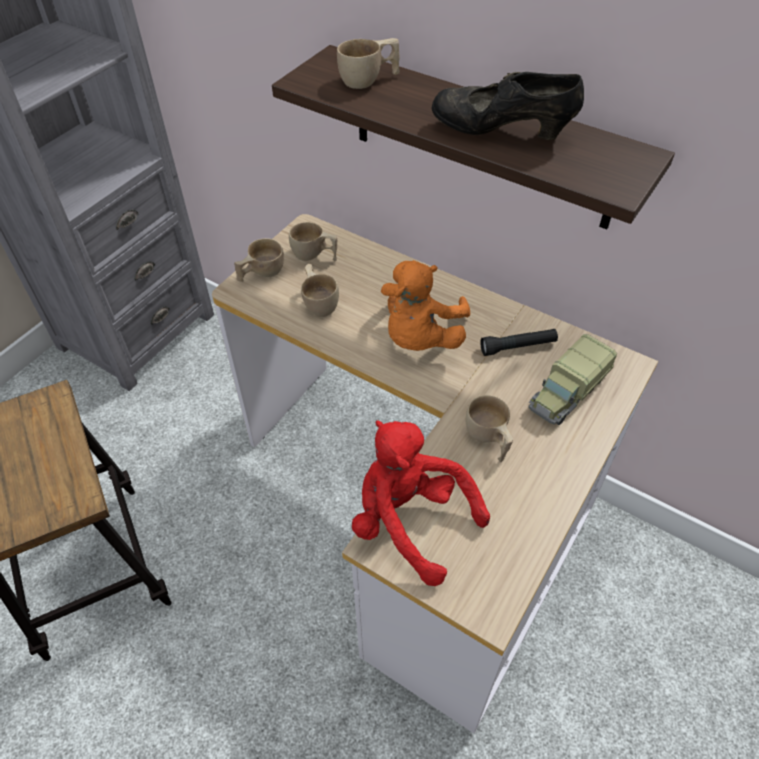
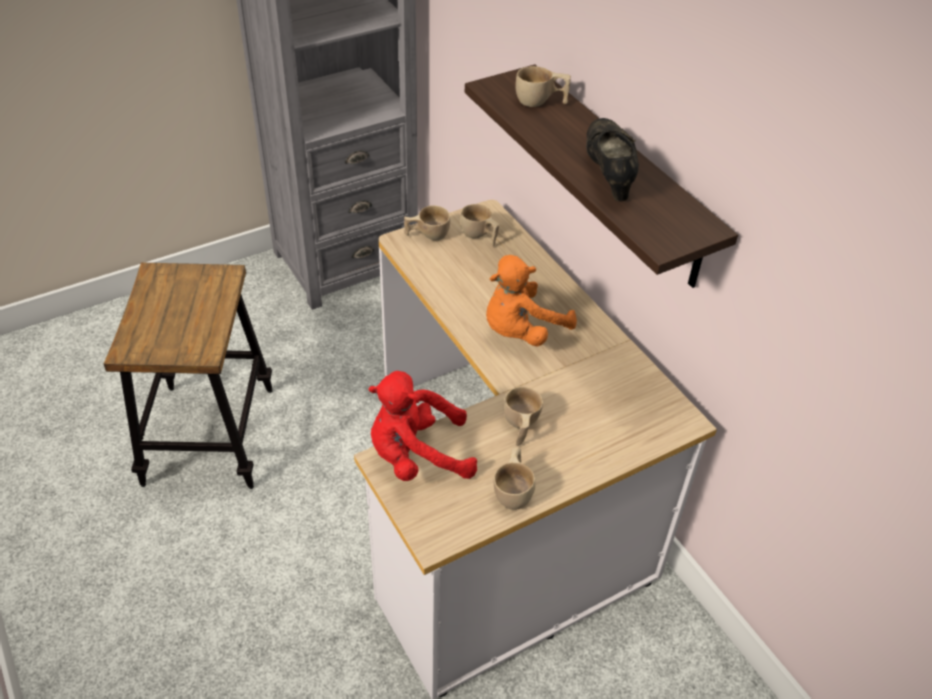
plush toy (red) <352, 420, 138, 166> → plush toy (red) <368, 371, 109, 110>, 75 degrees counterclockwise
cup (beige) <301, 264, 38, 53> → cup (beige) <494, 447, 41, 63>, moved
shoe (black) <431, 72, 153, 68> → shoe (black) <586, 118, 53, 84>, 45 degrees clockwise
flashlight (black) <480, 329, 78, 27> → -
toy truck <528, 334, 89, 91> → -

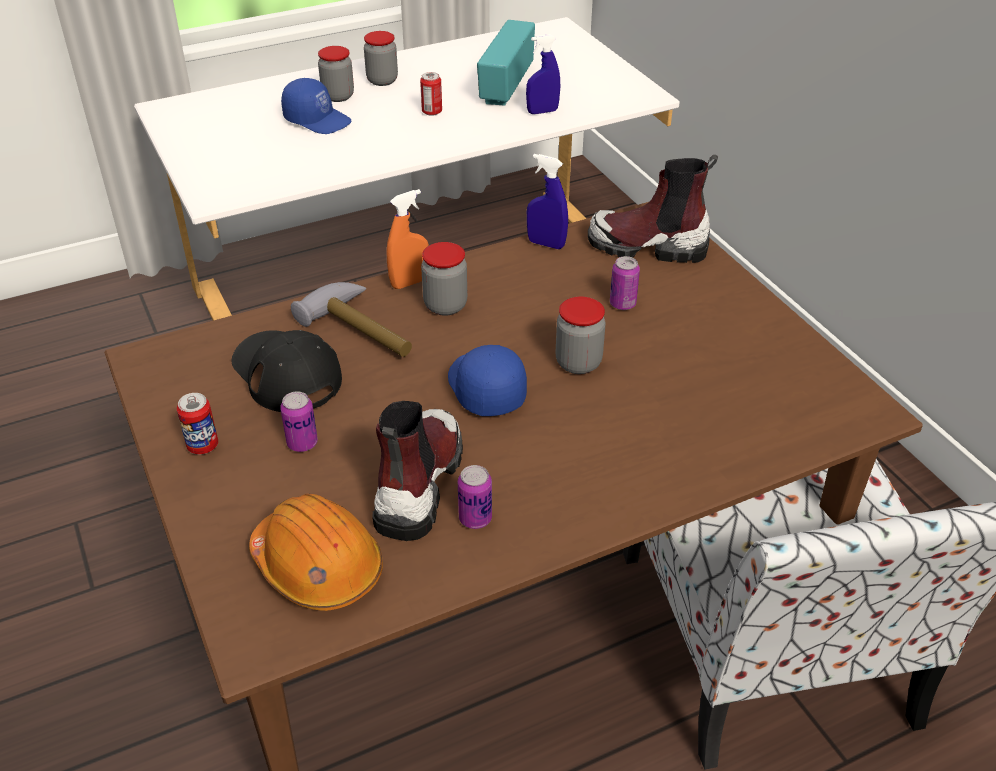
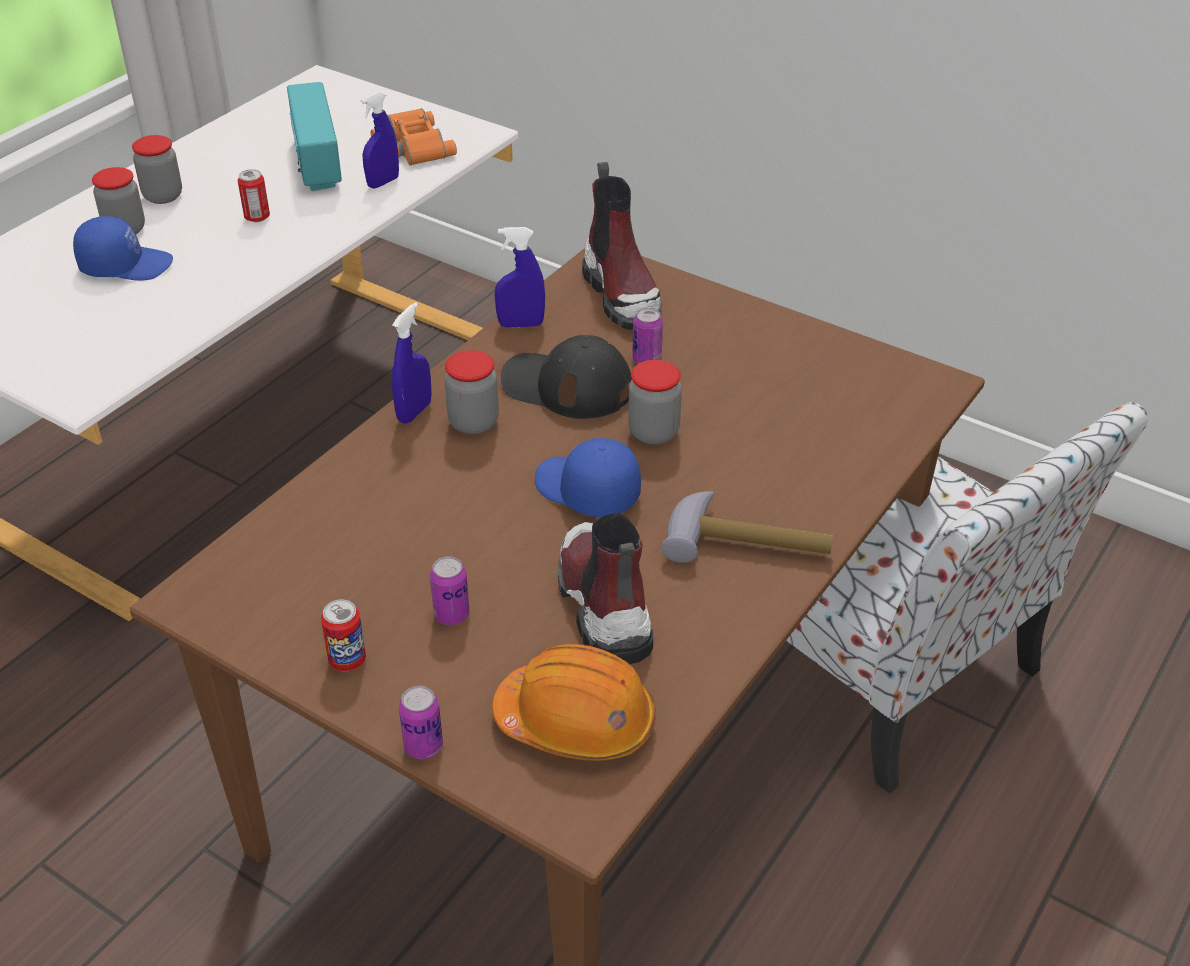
- → binoculars (orange) <371, 108, 86, 58>
spray bottle (orange) <387, 189, 42, 100> → spray bottle (blue) <392, 302, 40, 122>
can <458, 465, 34, 64> → can <399, 686, 44, 73>, moved
cap (black) <232, 330, 110, 82> → cap (black) <501, 335, 131, 84>, moved
boot <588, 155, 130, 108> → boot <582, 161, 80, 169>, 90 degrees counterclockwise
hammer <291, 282, 121, 75> → hammer <661, 491, 172, 72>, moved

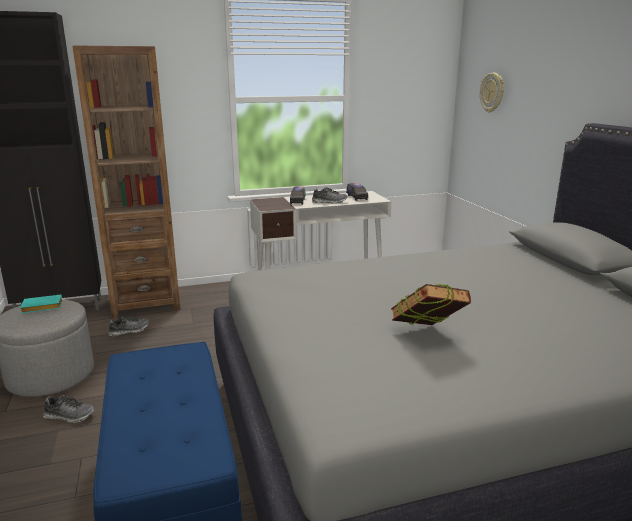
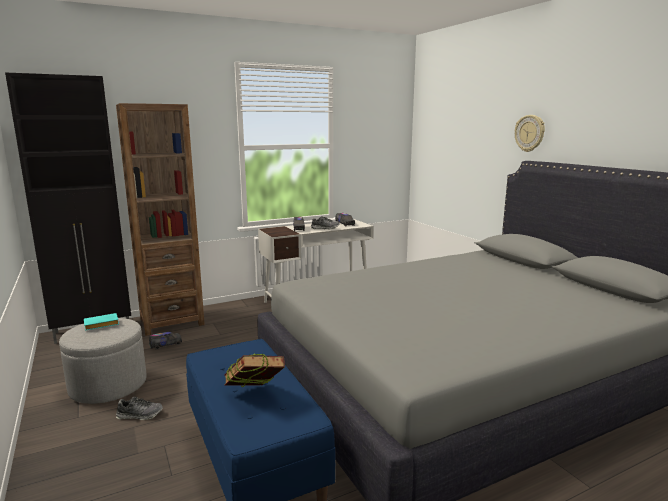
shoe <108, 316, 41, 20> → toy truck <149, 331, 33, 19>
book <391, 284, 80, 41> → book <224, 354, 61, 33>, moved
wall clock <480, 73, 24, 40> → wall clock <515, 115, 30, 37>, moved

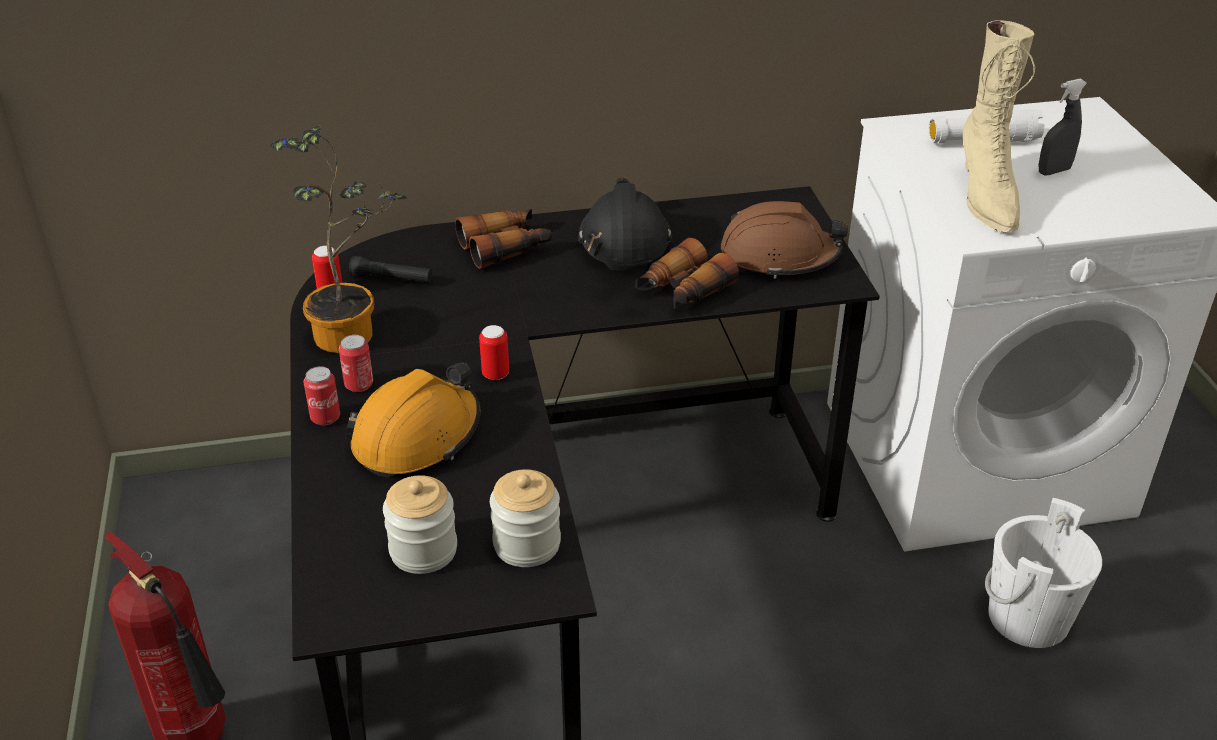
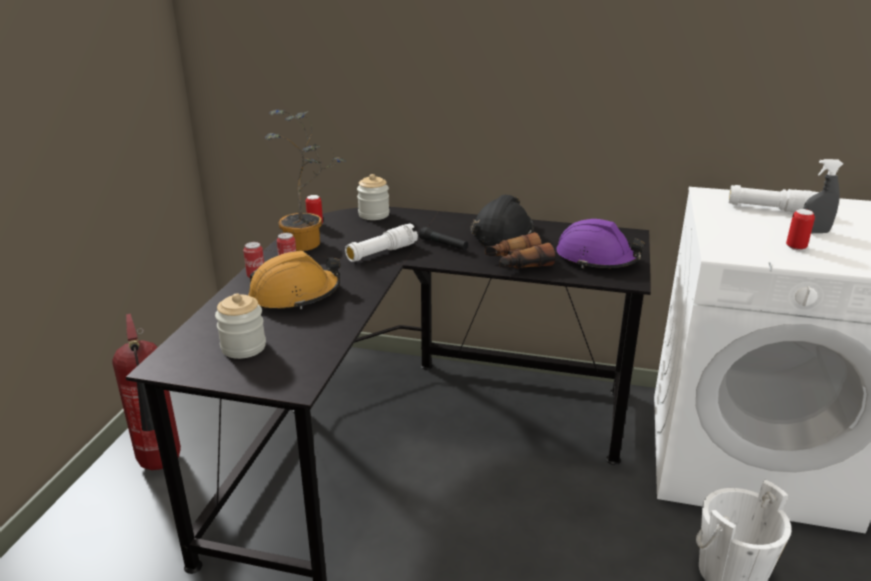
- → flashlight (white) <345, 224, 73, 38>
jar <490, 469, 71, 98> → jar <357, 174, 33, 46>, moved
flashlight (black) <349, 256, 84, 27> → flashlight (black) <419, 227, 49, 24>, moved
hard hat (brown) <721, 201, 127, 78> → hard hat (purple) <556, 219, 89, 49>
can <479, 325, 30, 55> → can <786, 209, 29, 41>, moved
binoculars <455, 209, 97, 60> → -
boot (beige) <963, 20, 72, 212> → -

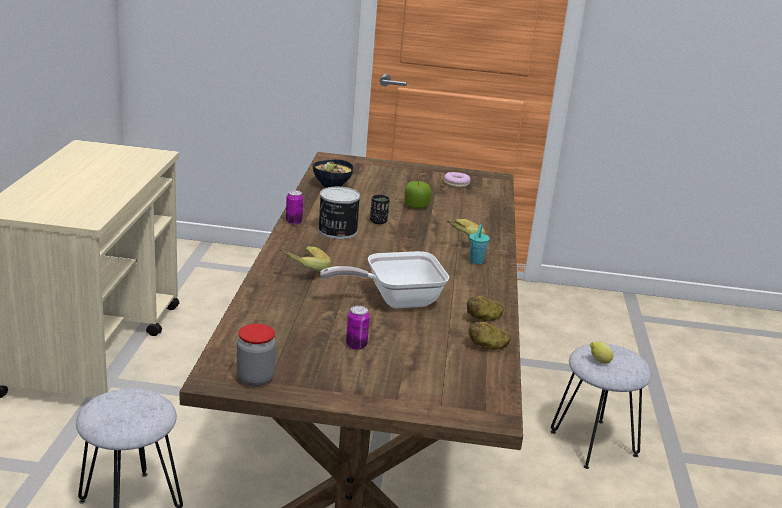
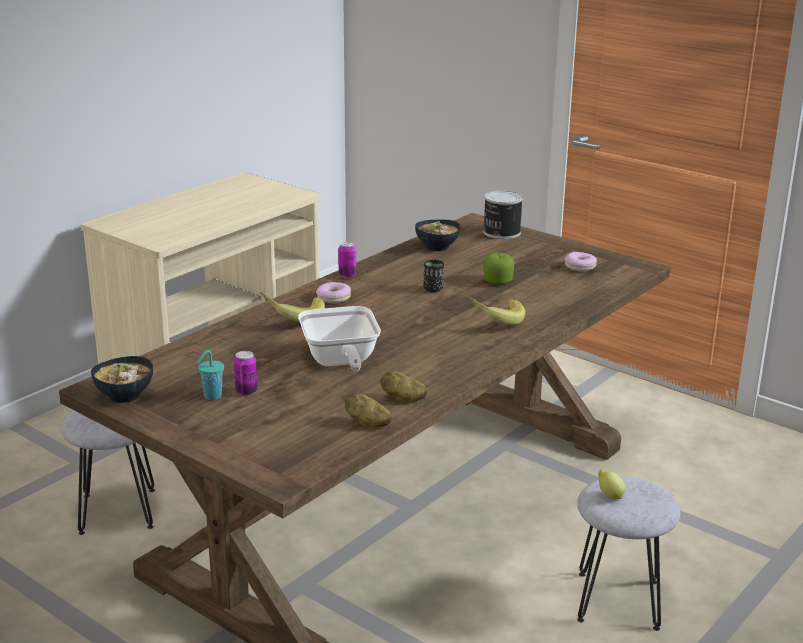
jar <237, 324, 39, 63> → bowl <91, 356, 62, 47>
cup (turquoise) <469, 224, 21, 40> → cup (turquoise) <197, 350, 27, 50>, moved
frying pan <320, 251, 129, 57> → frying pan <298, 306, 83, 65>, 120 degrees counterclockwise
- → donut <316, 282, 35, 21>
can <318, 187, 42, 52> → can <483, 190, 40, 49>, moved

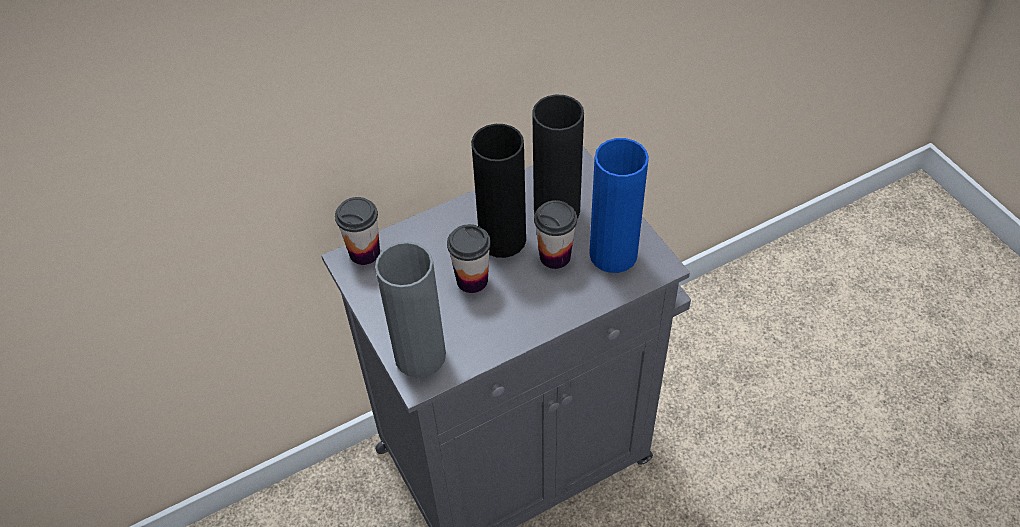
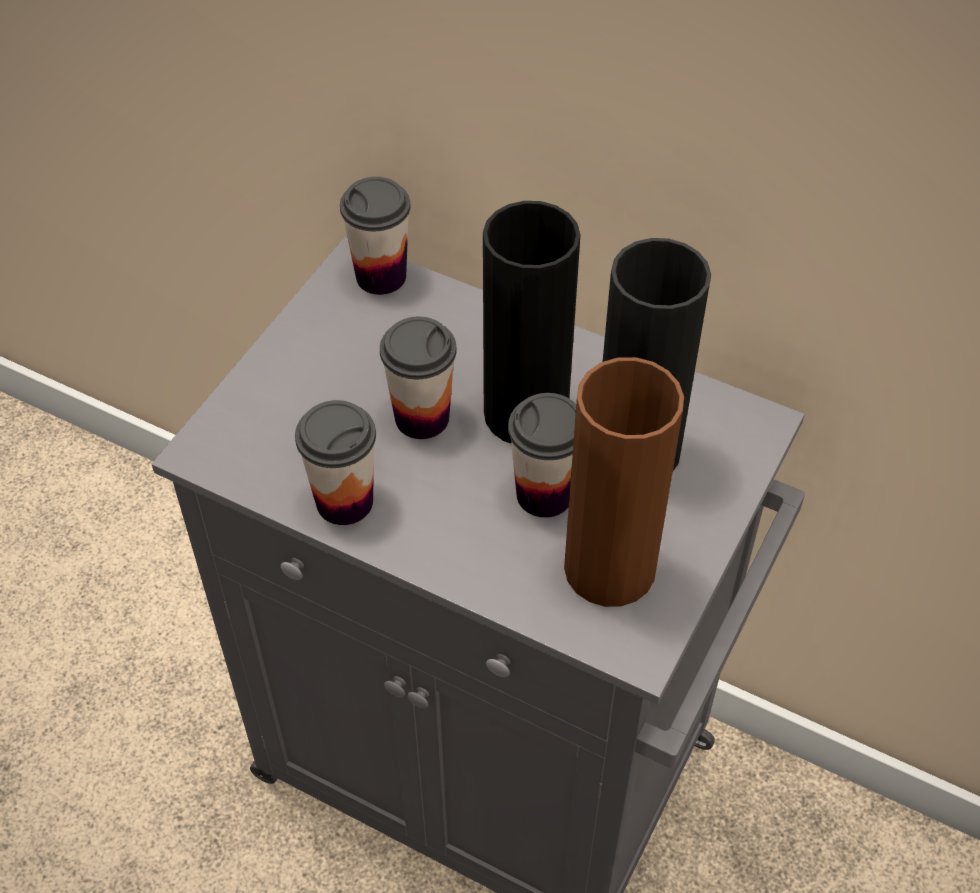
- → cup <295, 400, 81, 125>
vase (blue) <589, 138, 60, 135> → vase (brown) <564, 357, 120, 250>
vase (grey) <375, 241, 71, 137> → -

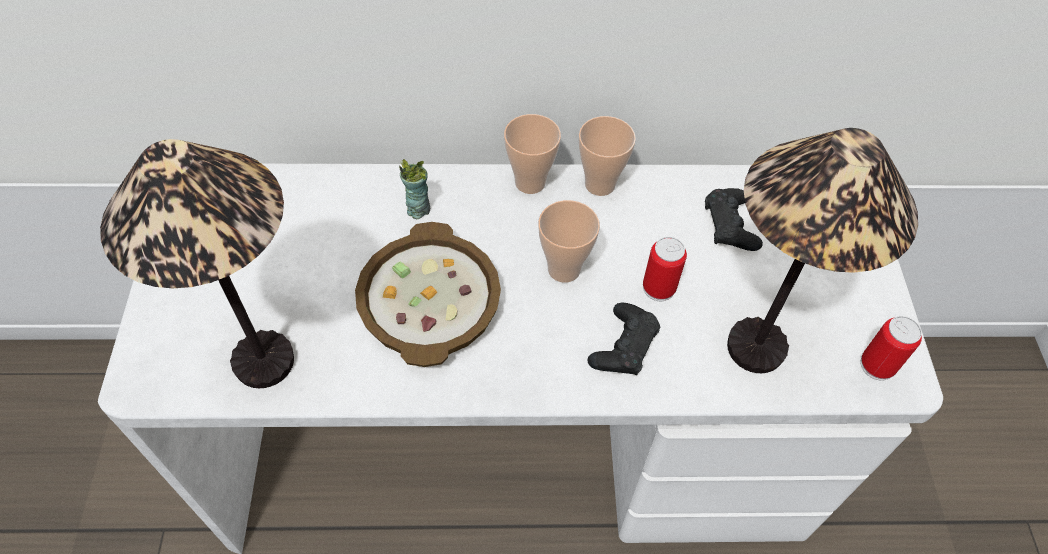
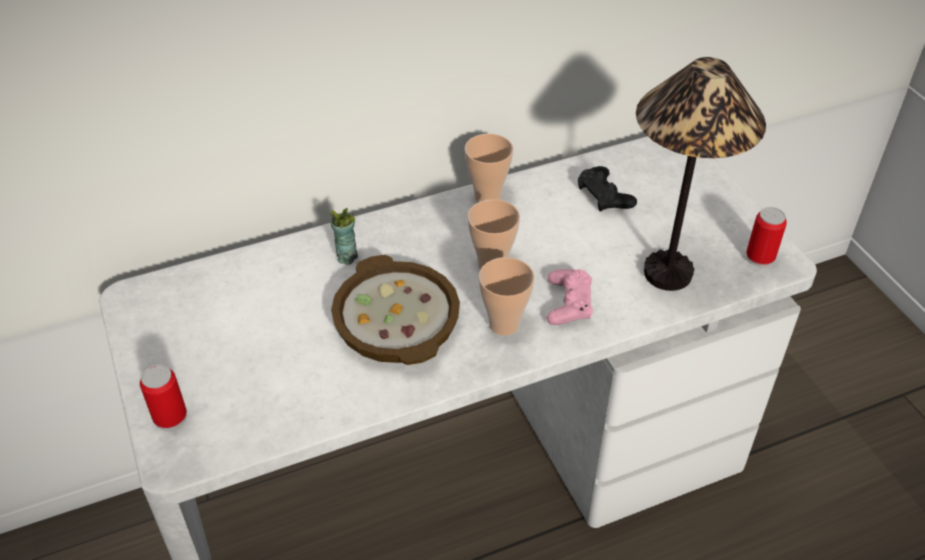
can <643, 237, 44, 64> → can <140, 365, 47, 66>, moved
cup <504, 114, 57, 80> → cup <479, 257, 56, 79>, moved
game controller (black) <587, 303, 74, 72> → game controller (pink) <547, 269, 46, 56>
table lamp <100, 139, 194, 249> → -

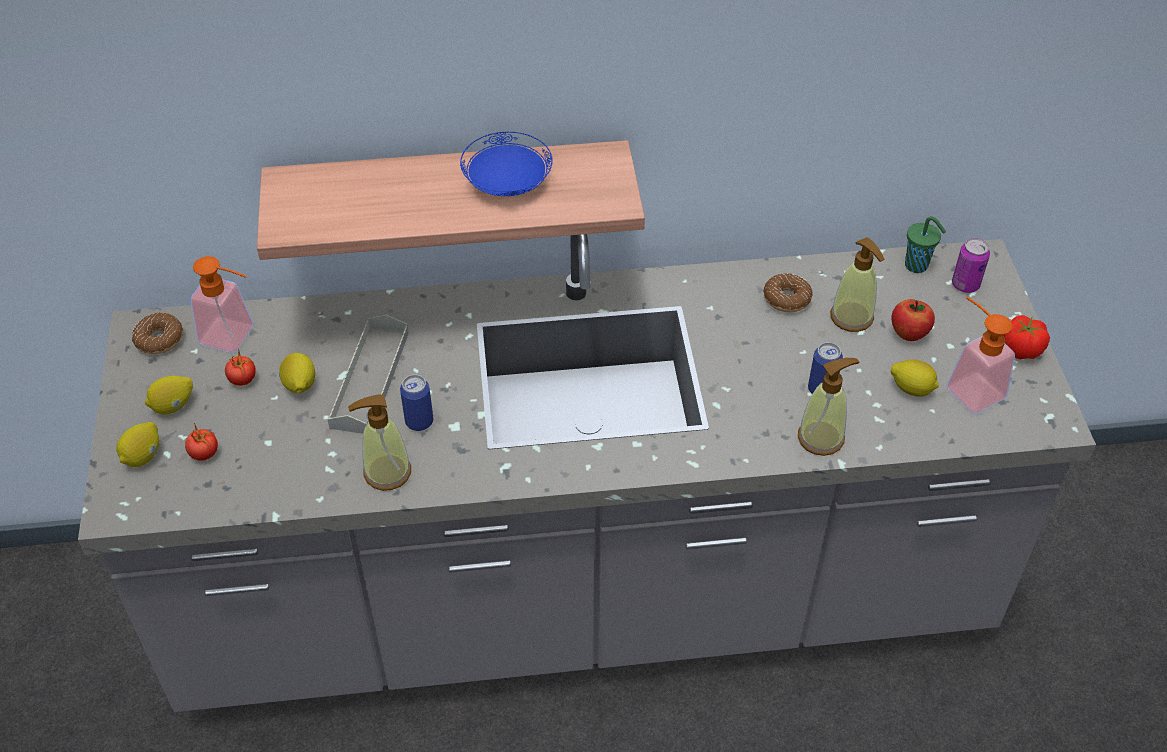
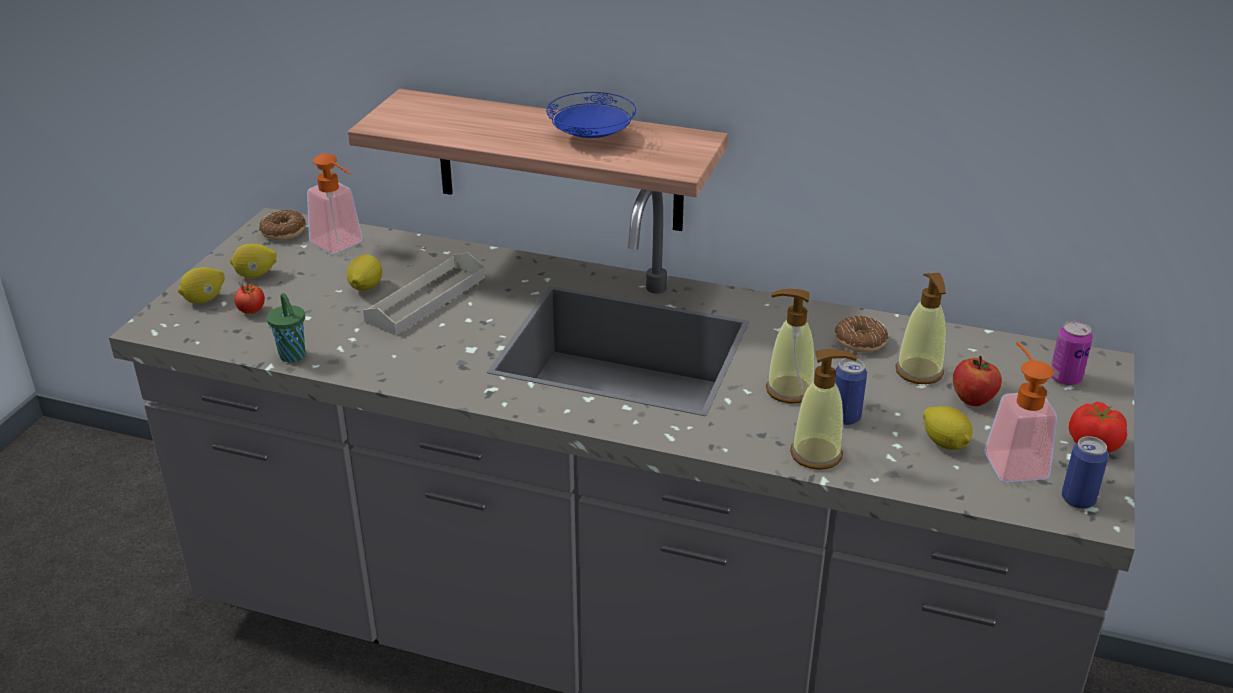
cup (green) <905, 216, 41, 57> → cup (green) <267, 293, 38, 69>, moved
soap dispenser <348, 394, 63, 97> → soap dispenser <766, 289, 49, 114>, moved
can <400, 374, 33, 57> → can <1062, 436, 47, 73>, moved
tomato <225, 348, 31, 38> → -

